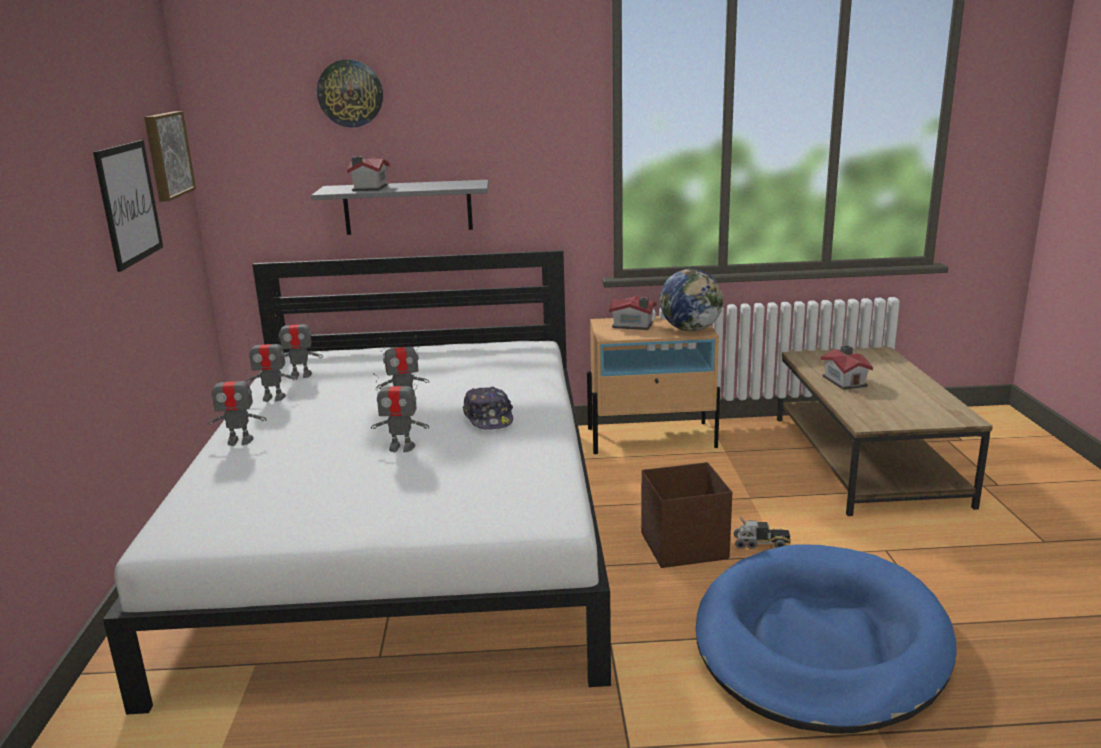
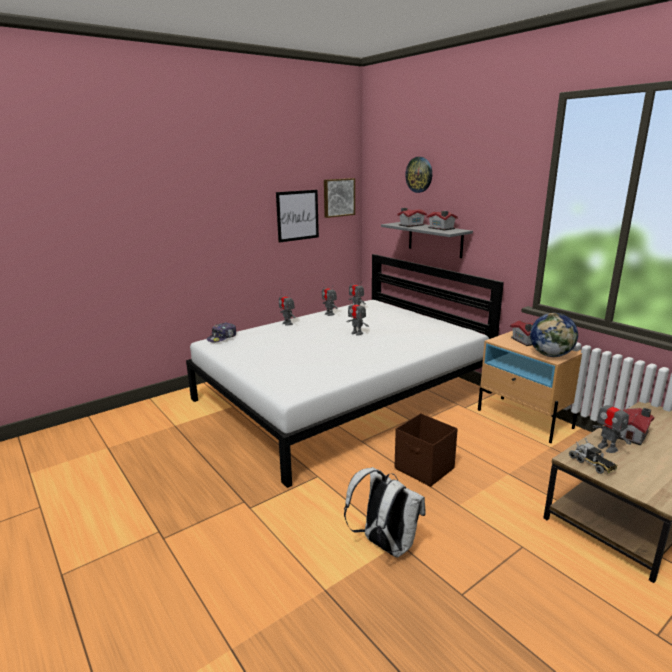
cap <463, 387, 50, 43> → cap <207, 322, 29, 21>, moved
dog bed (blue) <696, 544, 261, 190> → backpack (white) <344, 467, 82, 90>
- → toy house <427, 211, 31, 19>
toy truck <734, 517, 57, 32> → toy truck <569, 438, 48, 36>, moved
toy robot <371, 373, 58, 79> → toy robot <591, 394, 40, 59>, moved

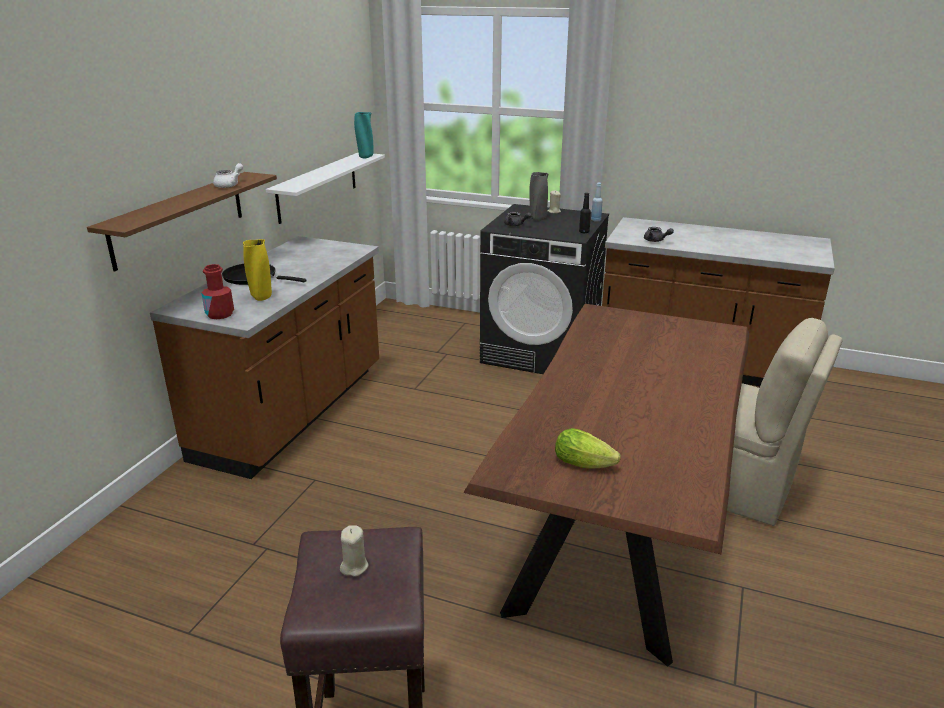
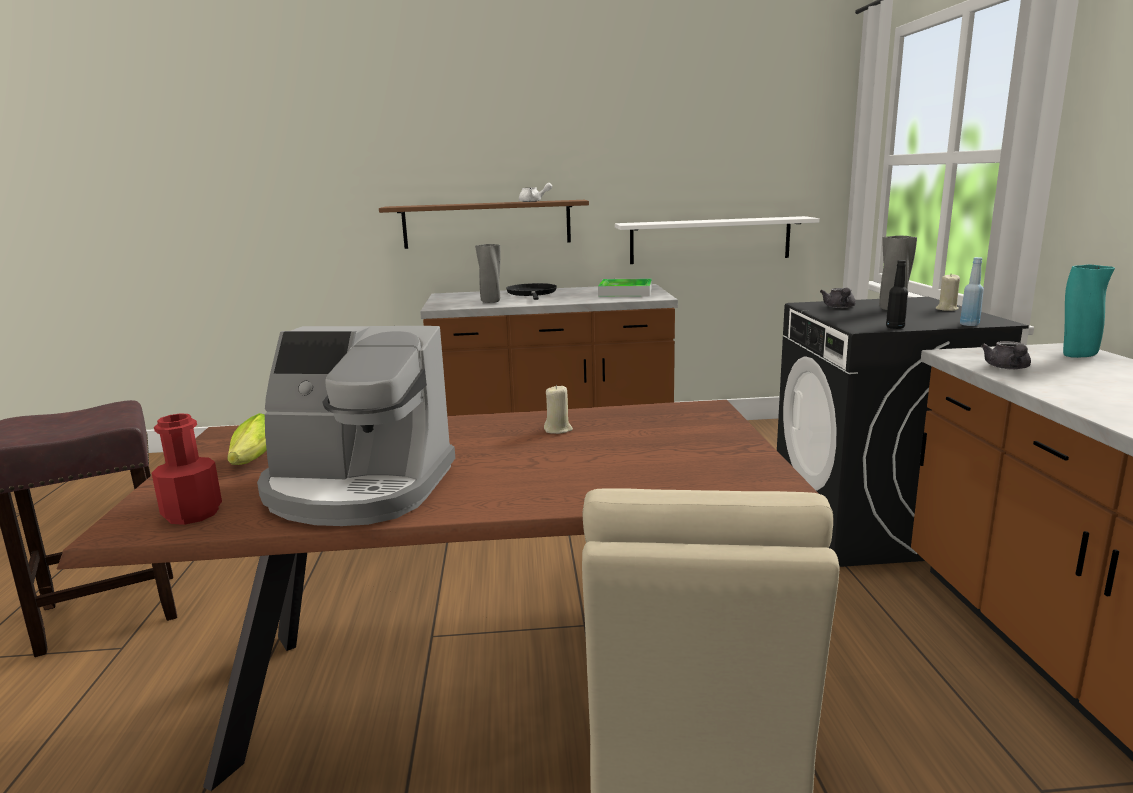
bottle (red) <201, 264, 33, 55> → bottle (red) <152, 414, 70, 111>, moved
- → coffee machine <257, 326, 198, 200>
vase (yellow) <243, 239, 29, 62> → vase (grey) <475, 244, 26, 59>
candle (beige) <340, 525, 29, 52> → candle (beige) <544, 385, 29, 49>, moved
- → tray <598, 278, 54, 18>
vase (turquoise) <354, 112, 19, 46> → vase (turquoise) <1063, 265, 52, 93>, moved

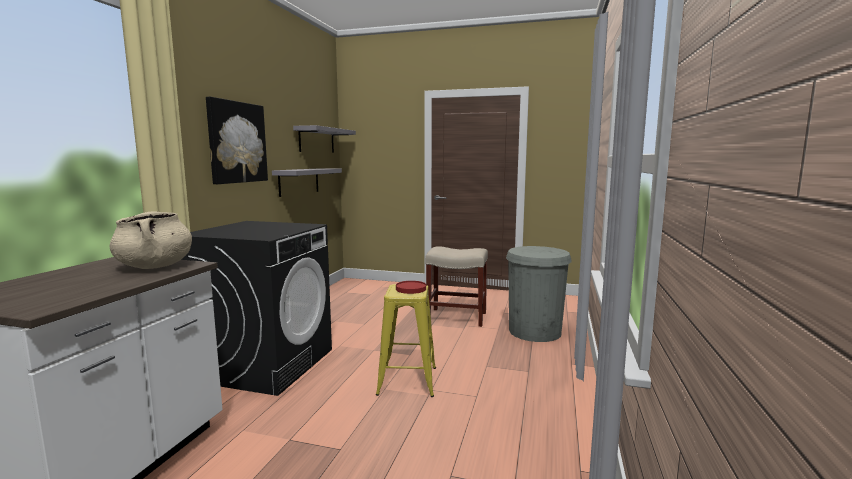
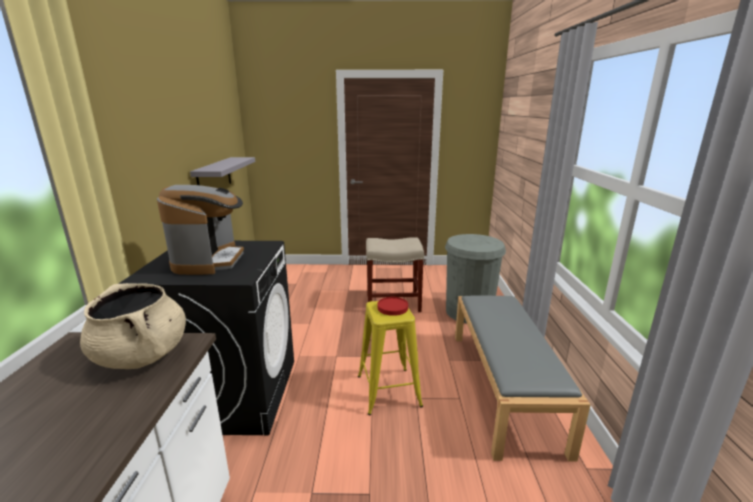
- → coffee machine <157, 185, 87, 90>
- → bench (grey) <455, 296, 136, 166>
picture <206, 97, 62, 87> → -
shelf (grey) <293, 125, 63, 28> → -

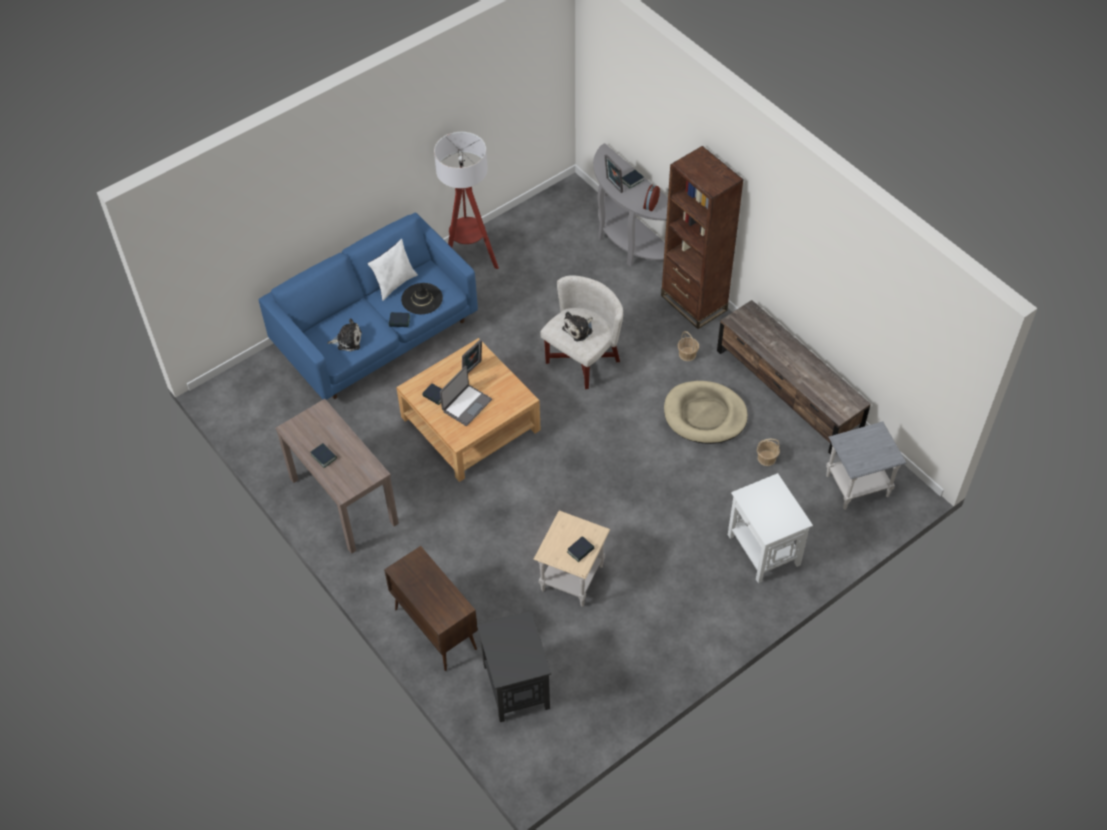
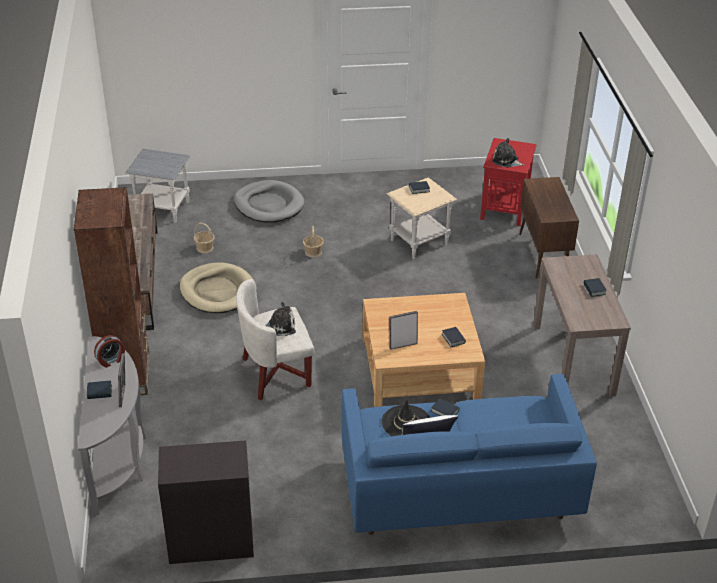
- → cabinet (black) <158, 440, 96, 124>
side table (white) <728, 473, 85, 110> → dog bed (grey) <234, 180, 70, 43>
basket <677, 331, 22, 30> → basket <303, 226, 21, 31>, moved
side table (black) <477, 611, 74, 111> → side table (red) <480, 138, 57, 88>
plush toy <328, 318, 34, 33> → plush toy <492, 138, 32, 30>, moved
floor lamp <434, 132, 65, 137> → -
laptop <440, 366, 52, 60> → -

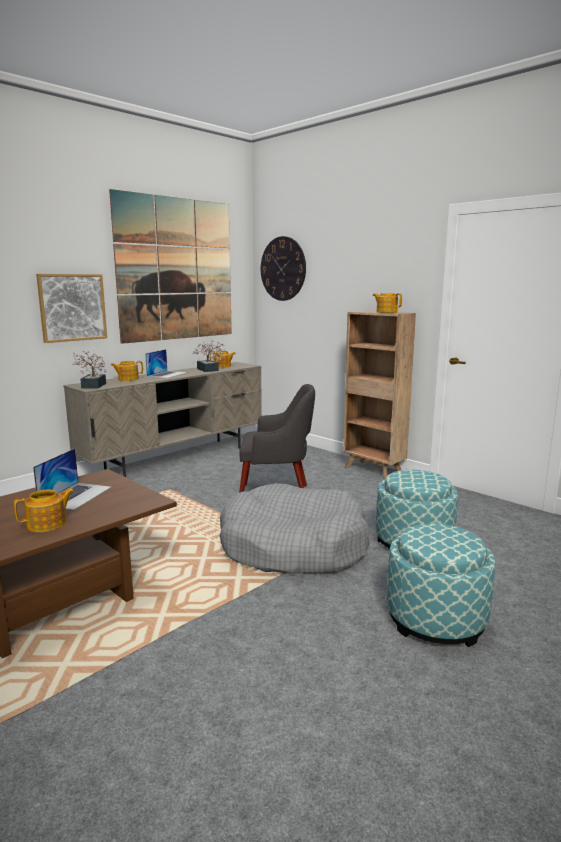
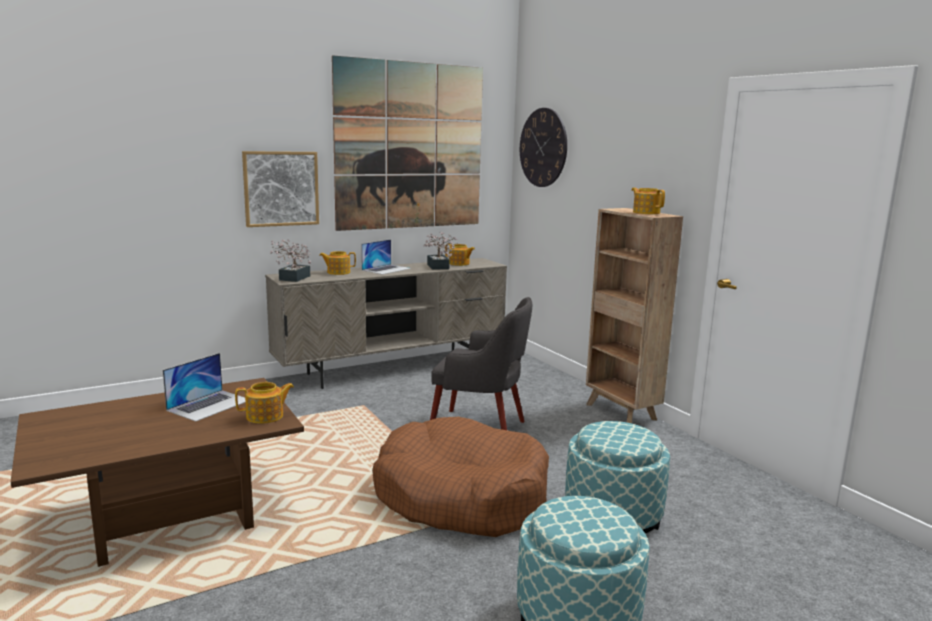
teapot <14, 488, 60, 44> → teapot <235, 382, 59, 42>, moved
dog bed (grey) <220, 483, 149, 91> → dog bed (brown) <372, 417, 177, 120>

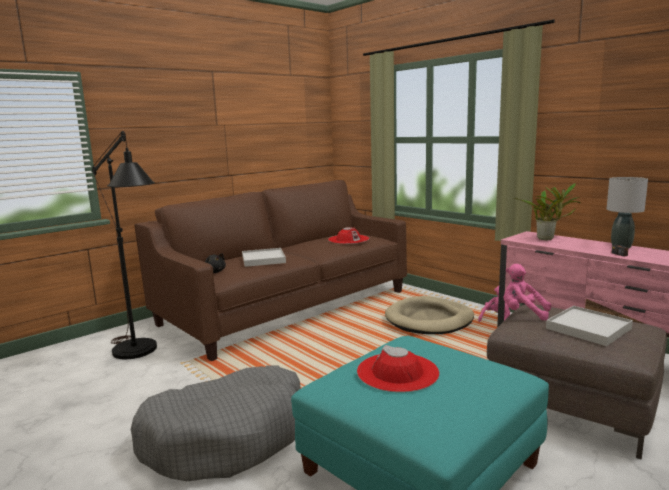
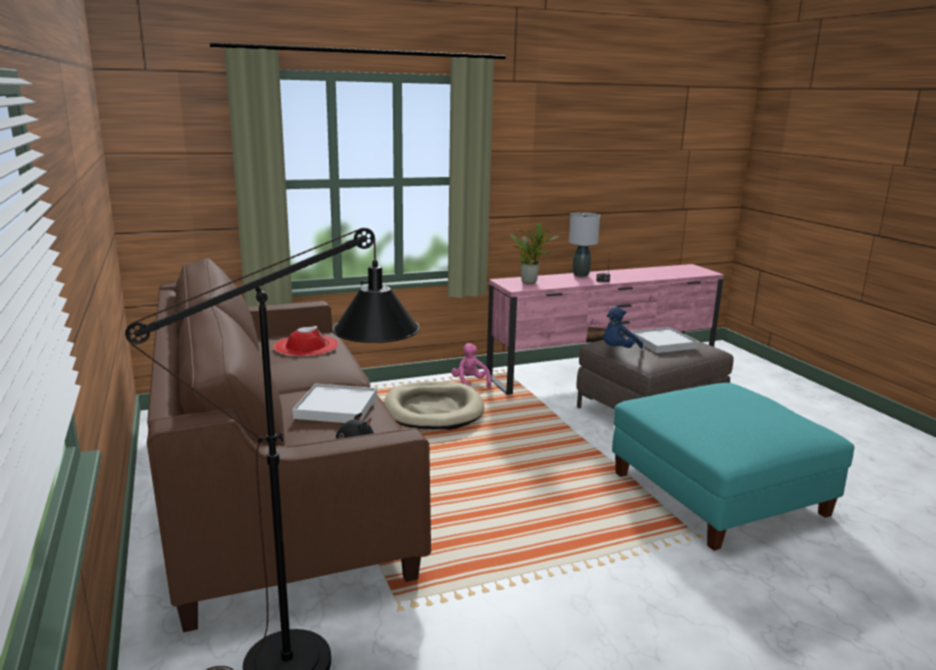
plush toy (pink) <504, 264, 47, 56> → plush toy (blue) <604, 307, 39, 42>
dog bed (grey) <131, 365, 170, 116> → -
hat (red) <357, 345, 82, 47> → -

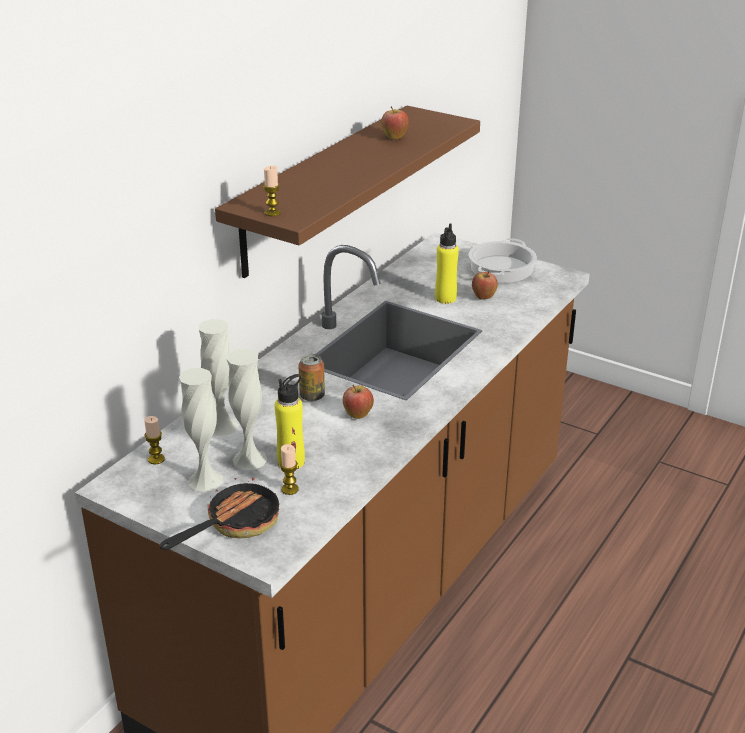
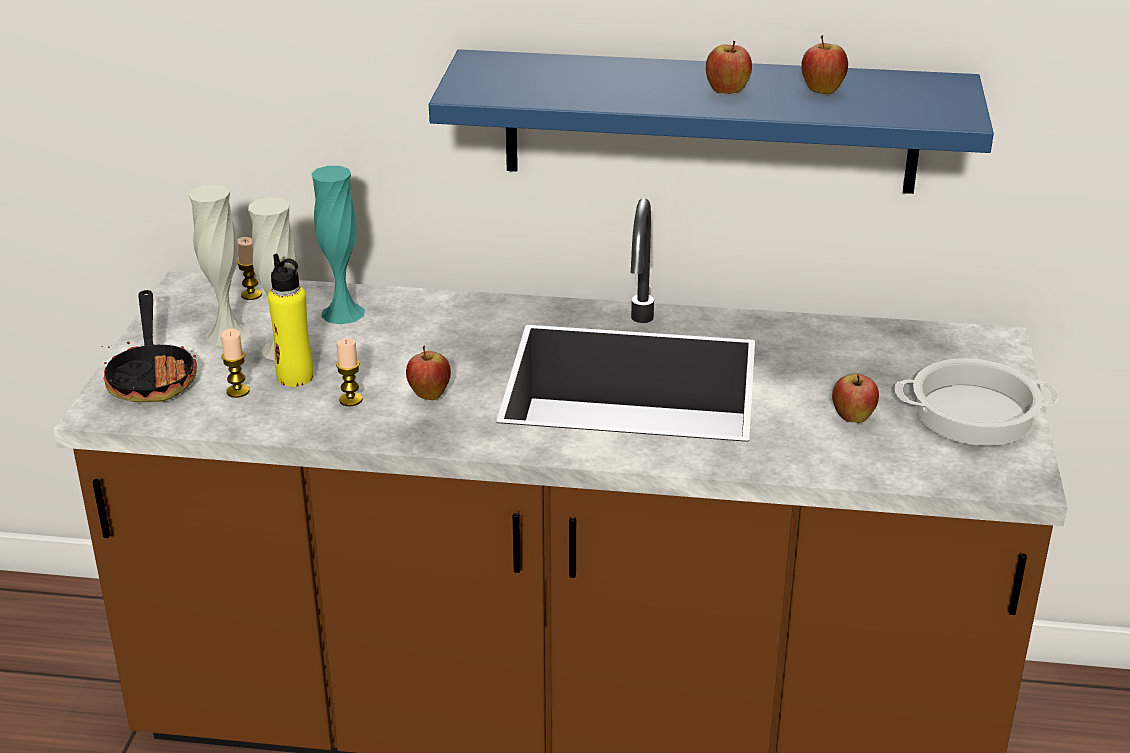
frying pan <160, 470, 120, 80> → frying pan <102, 290, 95, 112>, 60 degrees clockwise
vase (white) <199, 319, 40, 117> → vase (turquoise) <311, 166, 54, 158>
candle <263, 166, 18, 50> → candle <336, 339, 27, 67>, moved
shelf (brown) <215, 106, 265, 172> → shelf (blue) <429, 49, 565, 145>
- → apple <706, 41, 46, 53>
can <298, 354, 27, 47> → -
bottle (yellow) <435, 224, 24, 80> → -

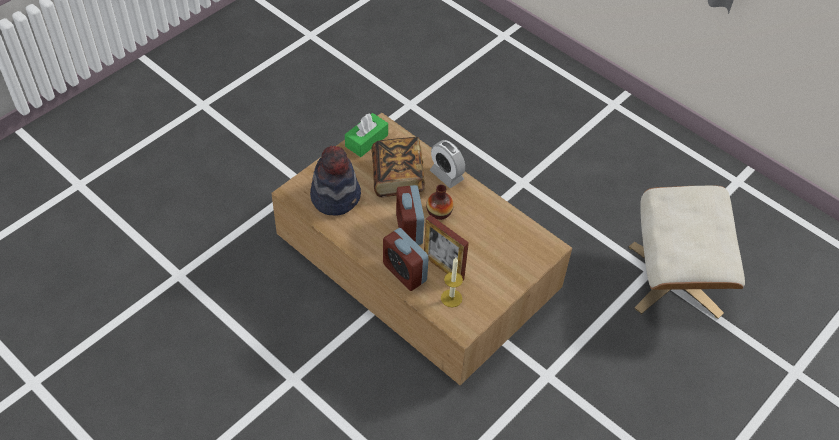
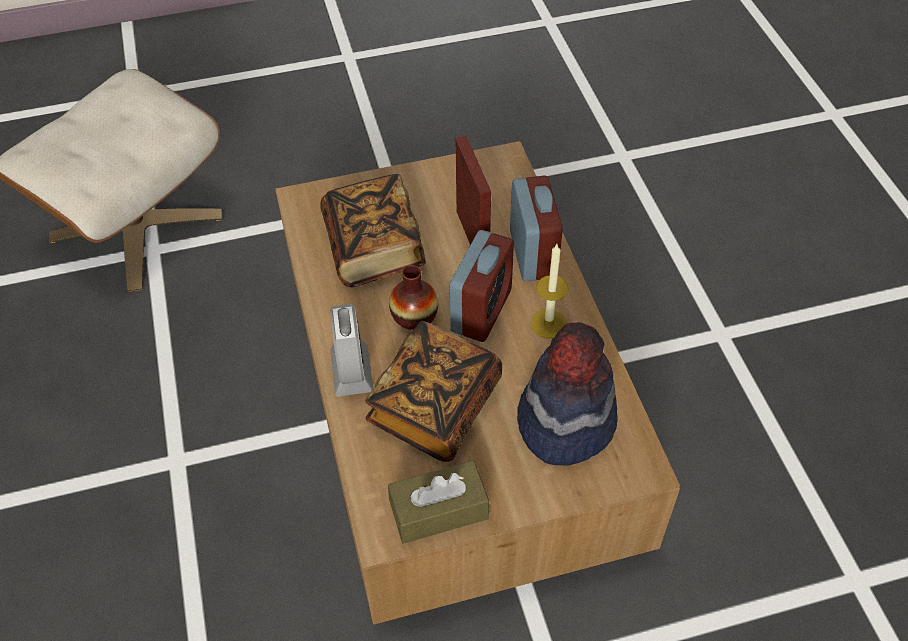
- → book <320, 174, 106, 113>
tissue box (green) <345, 113, 43, 44> → tissue box (brown) <388, 461, 101, 83>
candle <441, 258, 22, 49> → candle <530, 244, 39, 95>, moved

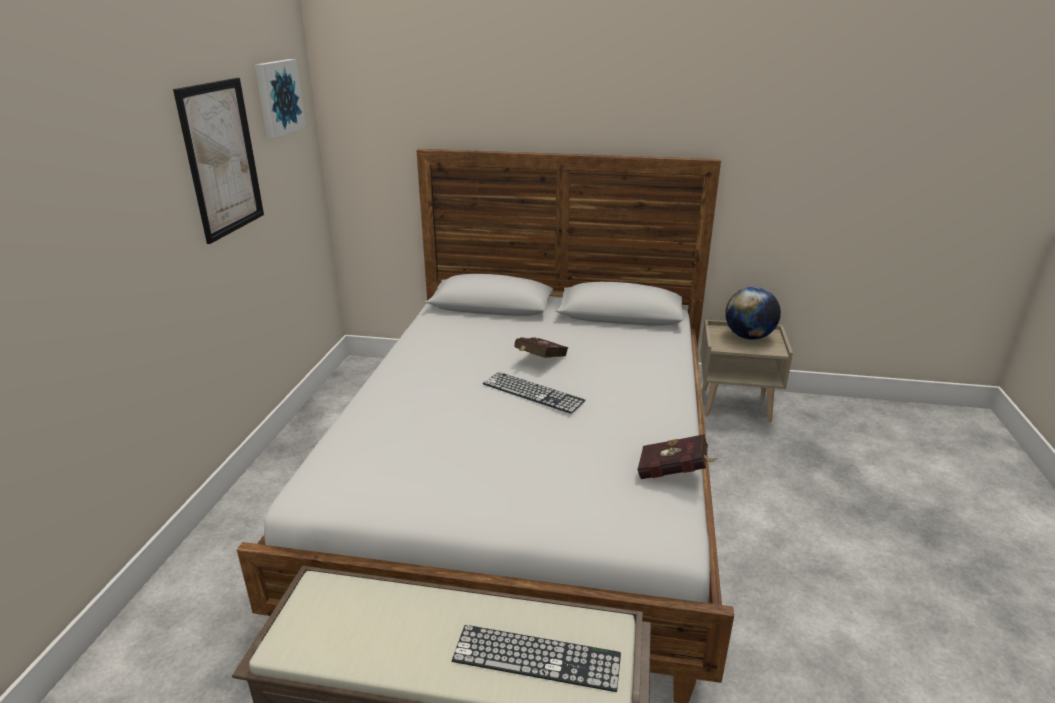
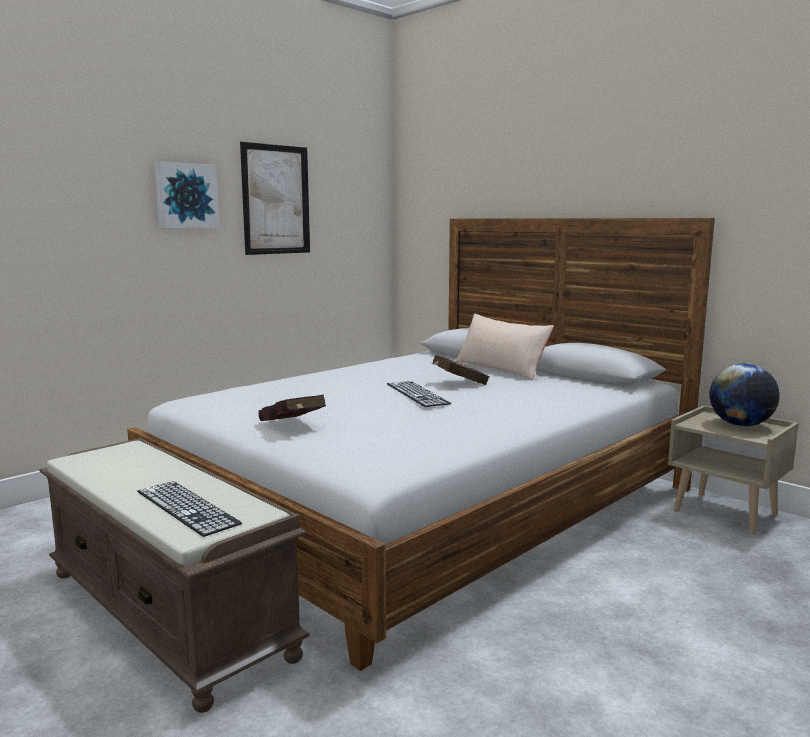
picture <255, 59, 51, 79> → picture <154, 161, 66, 67>, moved
book (red) <637, 434, 82, 45> → book (red) <258, 395, 68, 26>, moved
- → pillow (beige) <455, 314, 99, 67>

